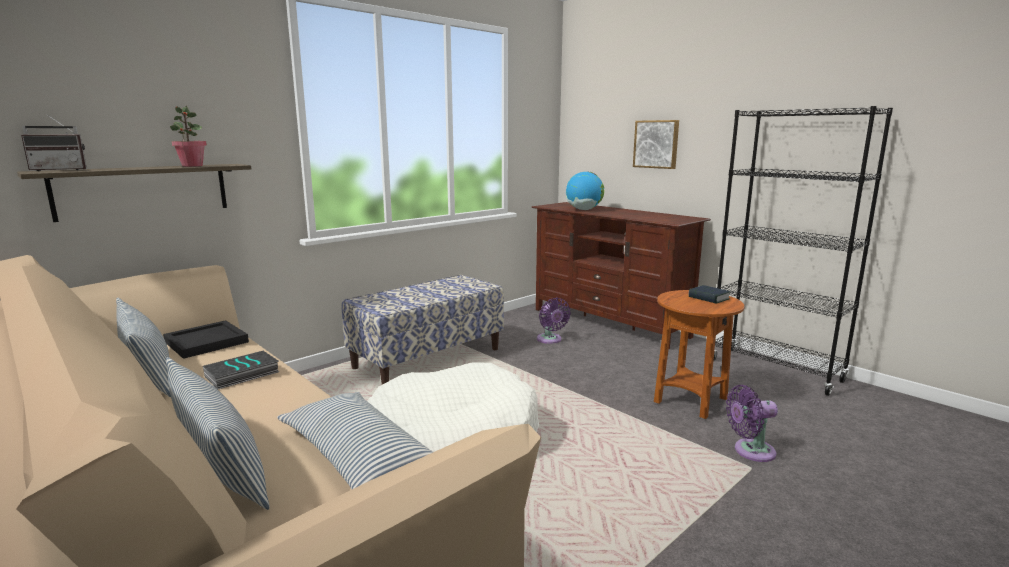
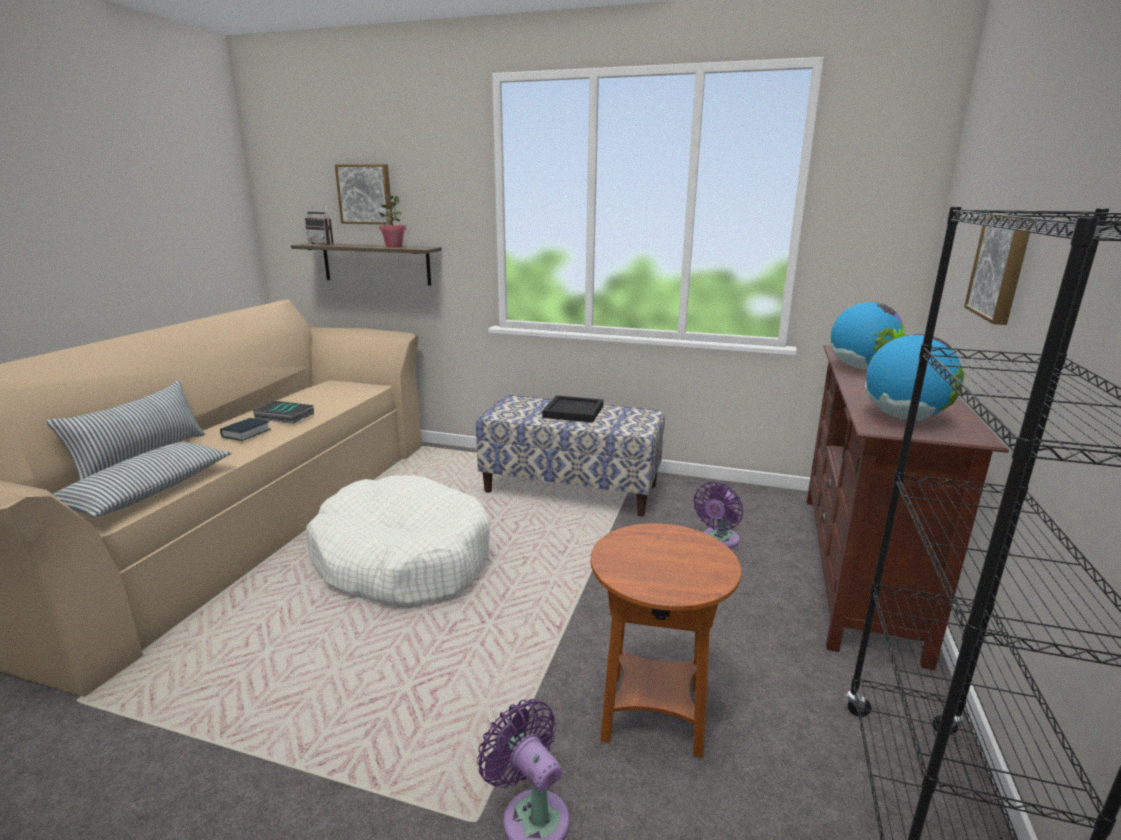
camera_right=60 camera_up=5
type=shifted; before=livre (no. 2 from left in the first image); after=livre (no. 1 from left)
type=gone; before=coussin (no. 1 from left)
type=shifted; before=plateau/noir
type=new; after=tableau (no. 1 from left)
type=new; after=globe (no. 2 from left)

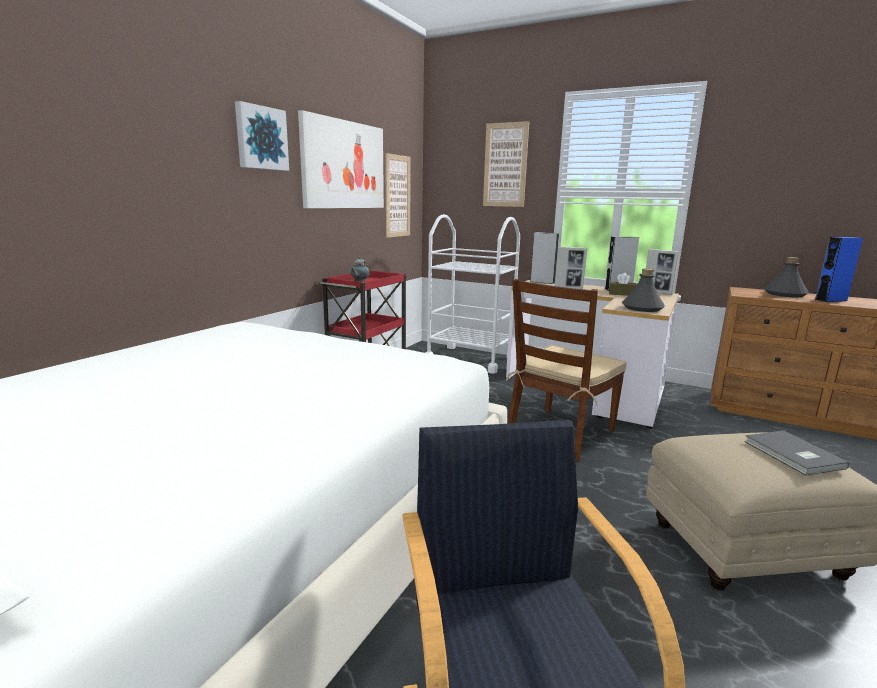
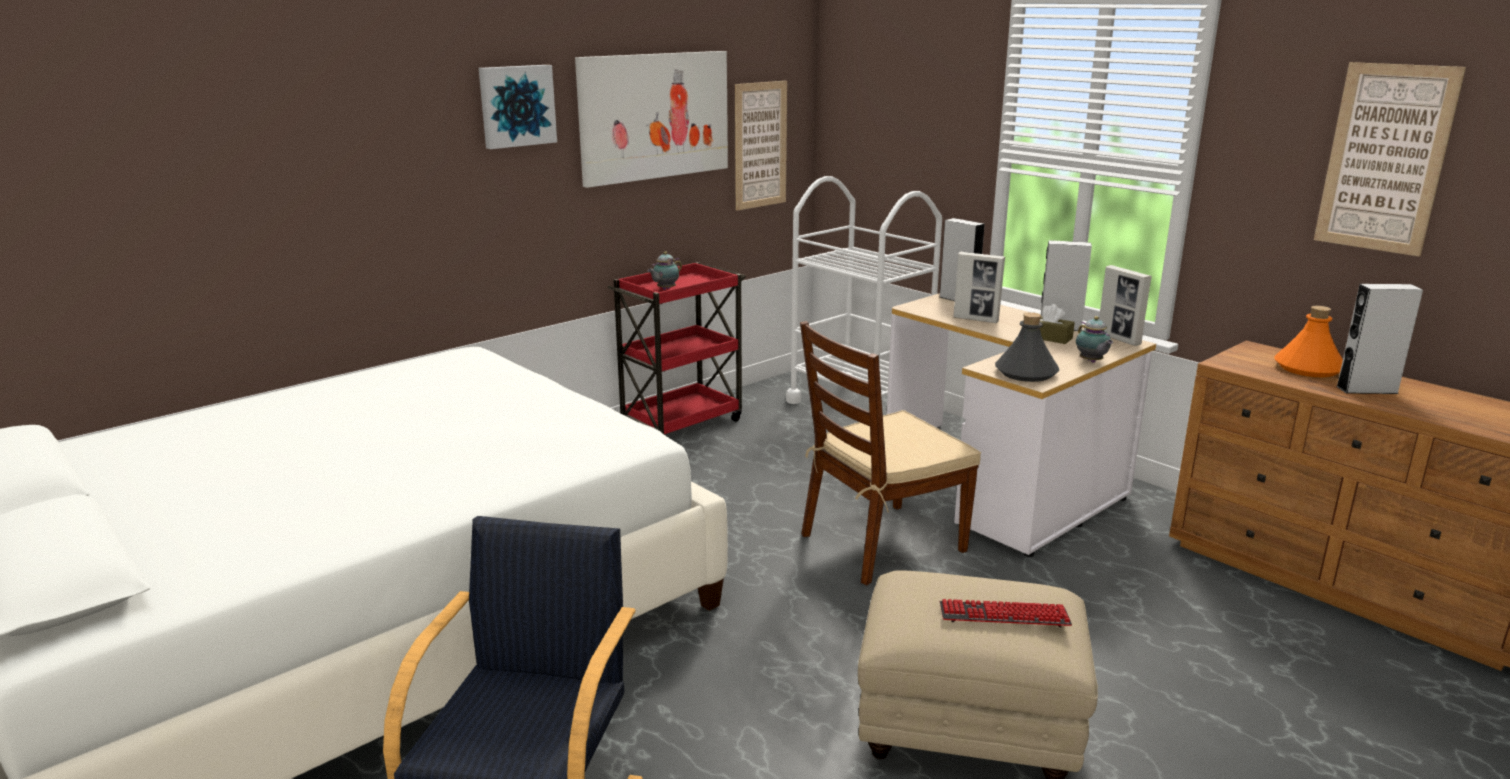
camera_right=20 camera_up=5
type=shifted; before=tableau (no. 4 from left)
type=repainted; before=enceinte/bleu; after=enceinte/gris (no. 3 from left)
type=repainted; before=bouteille/gris (no. 2 from left); after=bouteille/orange
type=swapped; before=livre/gris; after=clavier
type=new; after=théière (no. 2 from left)

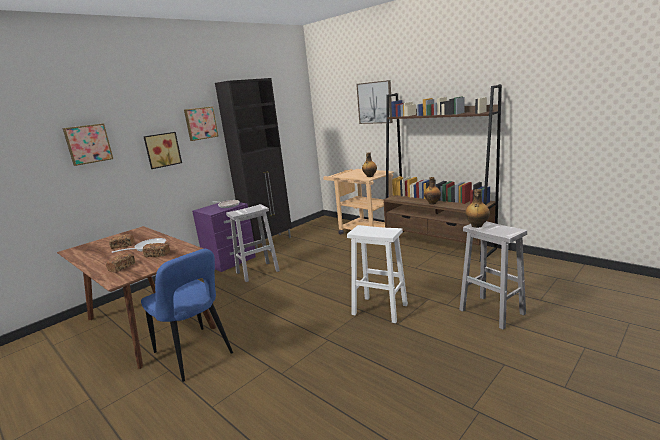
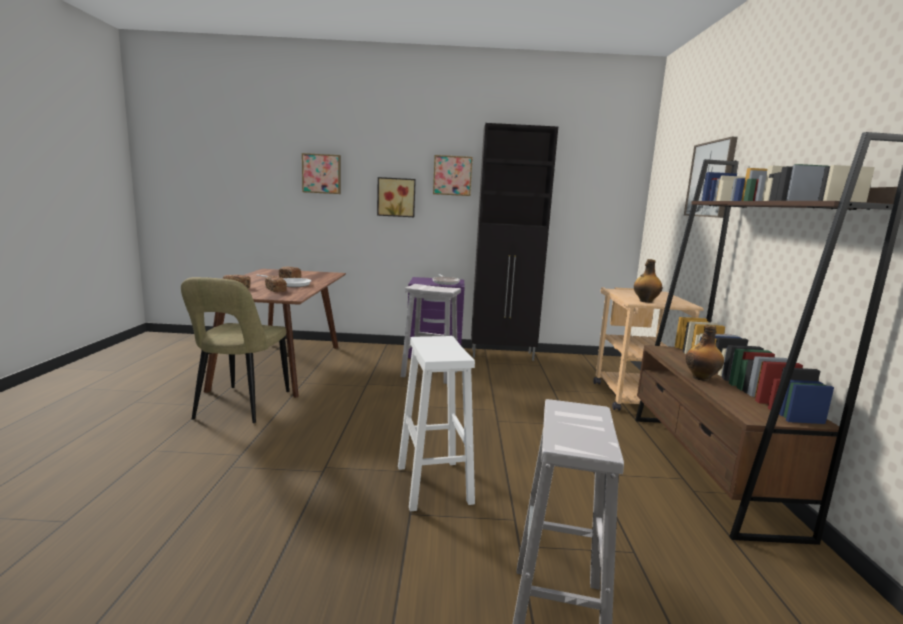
camera_right=45 camera_up=-5
type=gone; before=bouteille (no. 3 from left)
type=repainted; before=chaise/bleu; after=chaise/beige

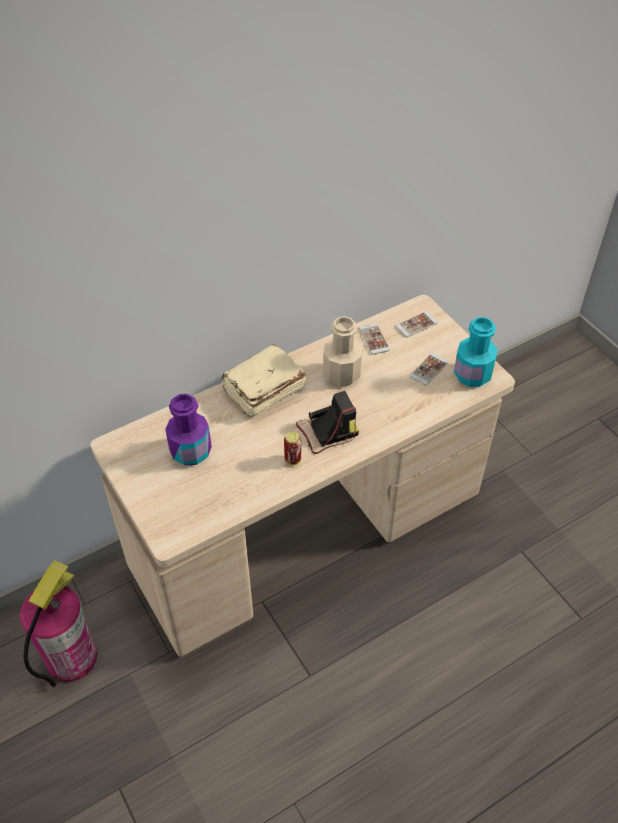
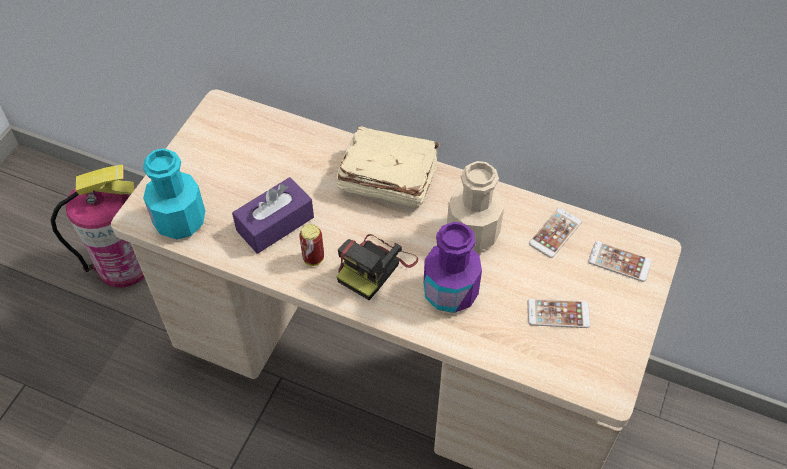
camera_right=55 camera_up=5
type=shifted; before=bouteille/turquoise
type=rotated; before=appareil photo; turn=90
type=shifted; before=bouteille/violet
type=new; after=boîte à mouchoirs/violet

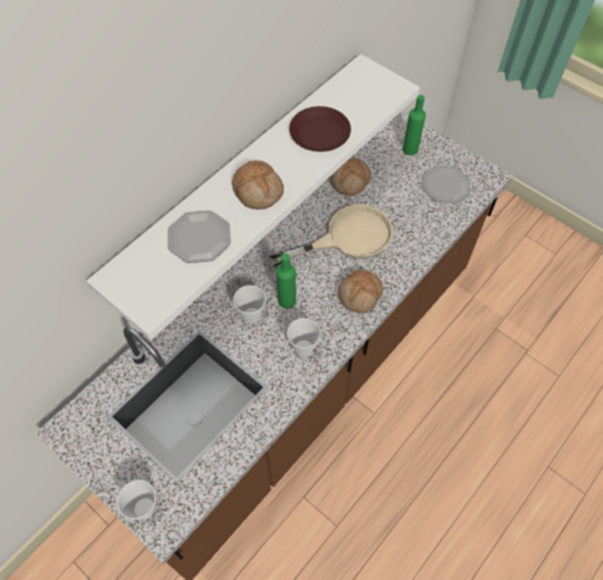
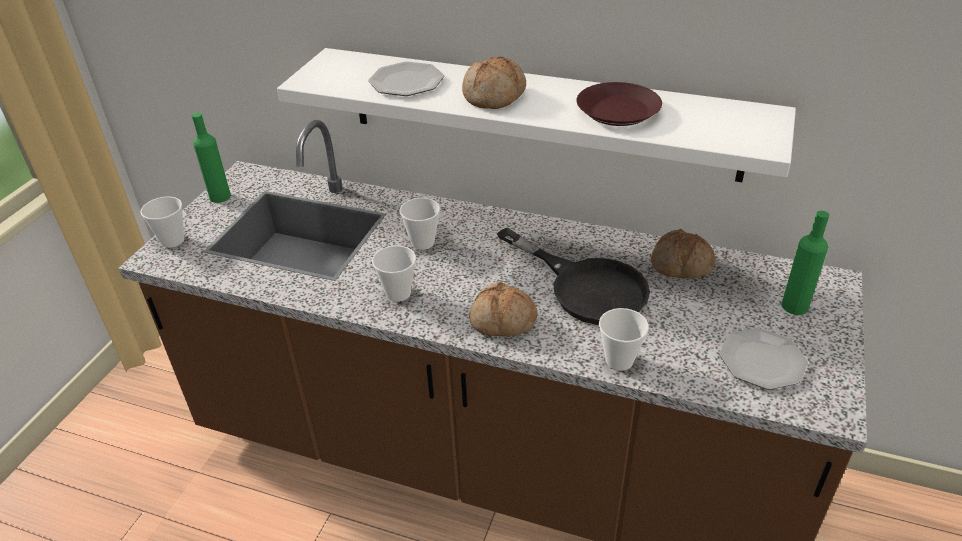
camera_right=70 camera_up=-20
type=repainted; before=poêle/beige; after=poêle/noir
type=shifted; before=bouteille/vert (no. 1 from left)
type=new; after=tasse (no. 4 from left)

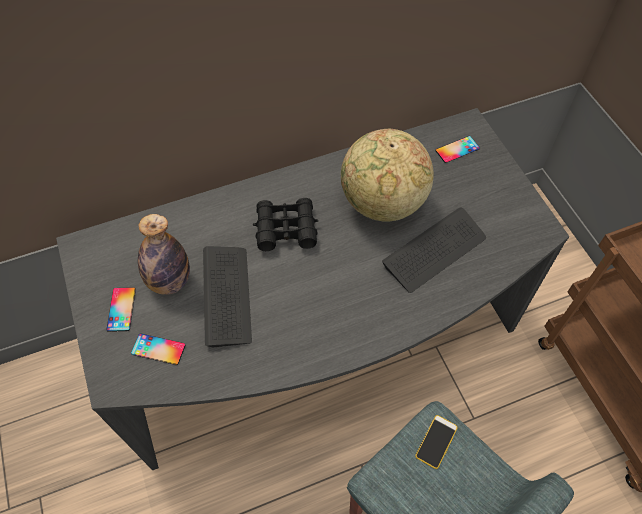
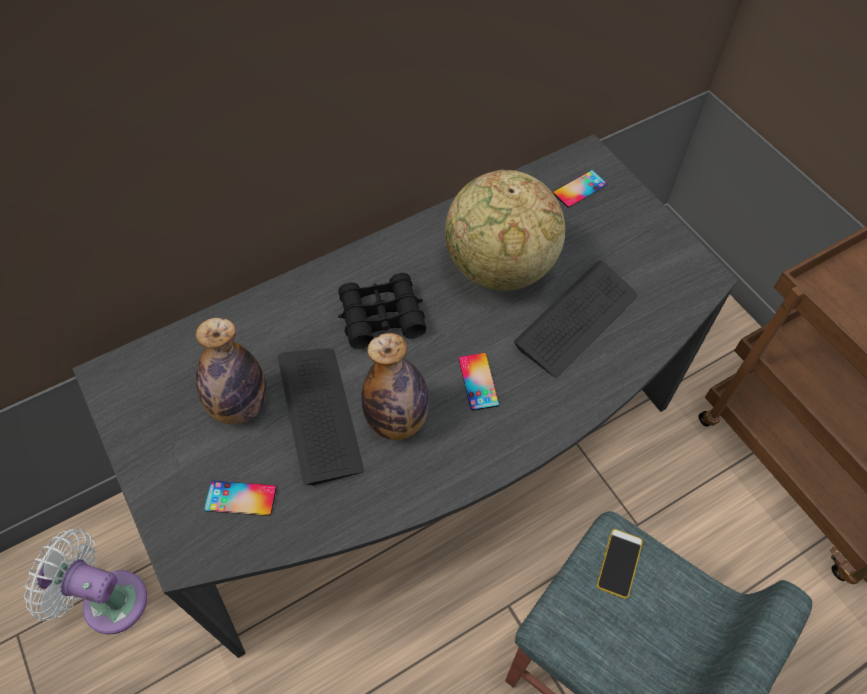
camera_right=-10 camera_up=0
type=shifted; before=téléphone (no. 1 from left in the first image); after=téléphone (no. 2 from left)
type=new; after=bouteille (no. 2 from left)
type=new; after=ventilateur/blanc

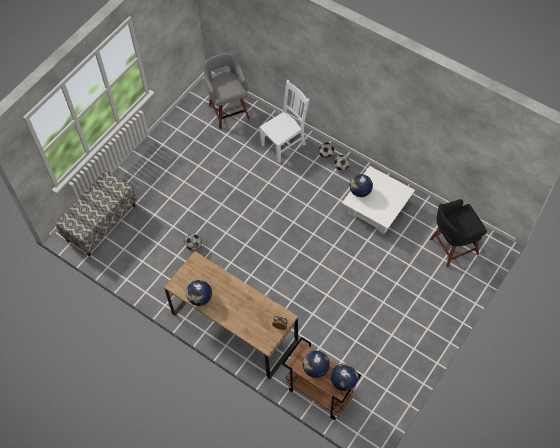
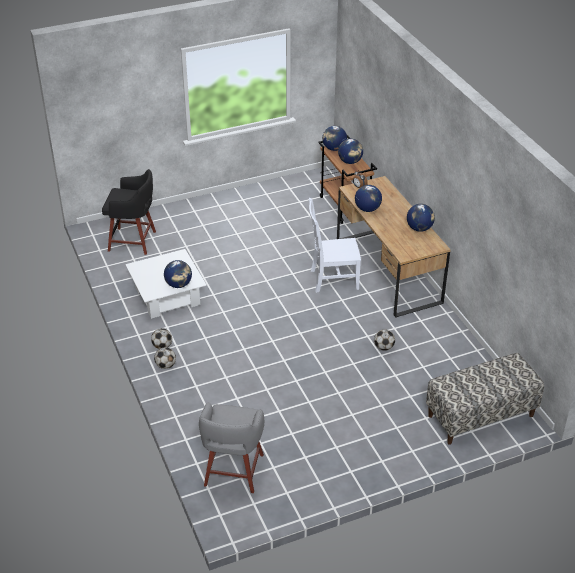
camera_right=-150 camera_up=-20
type=shifted; before=chaise/blanc
type=new; after=globe (no. 4 from left)

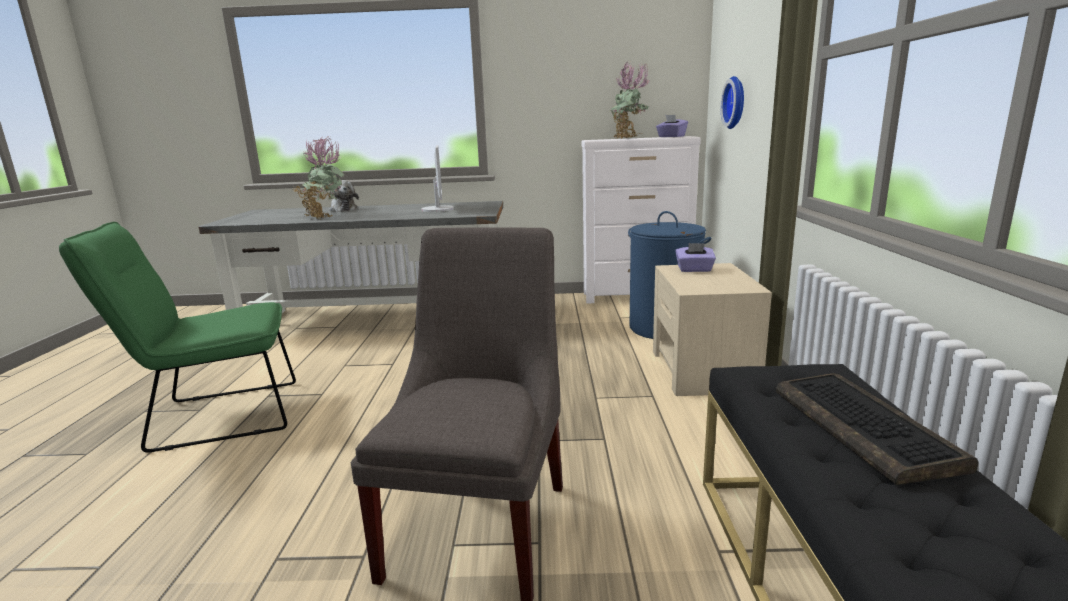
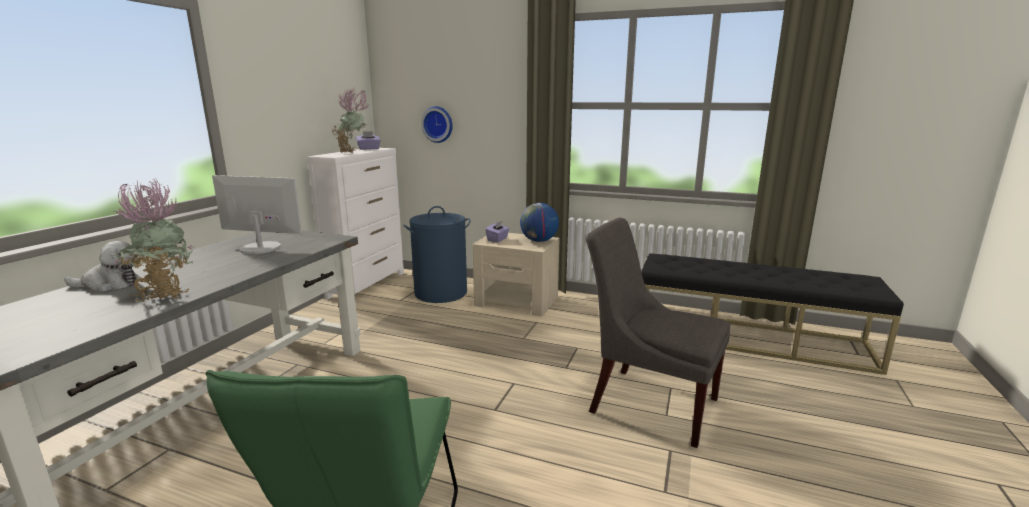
camera_right=-70 camera_up=0
type=gone; before=clavier
type=new; after=globe

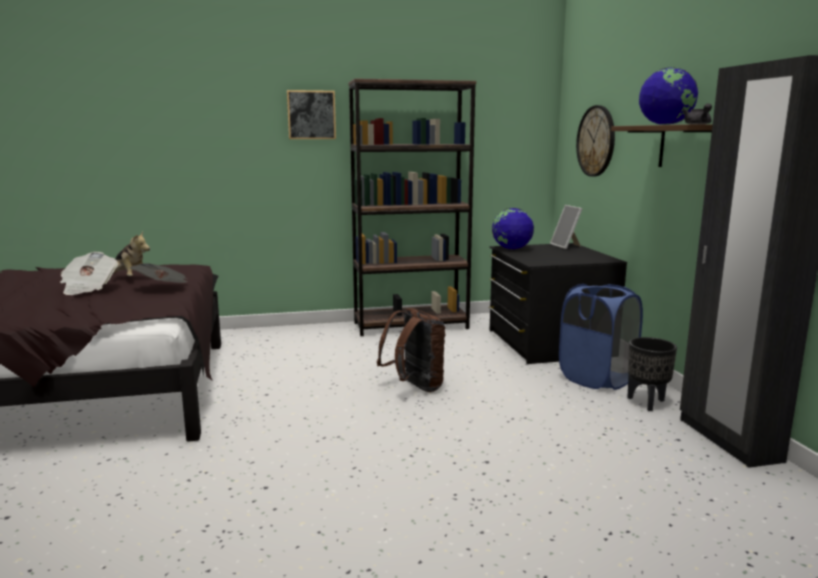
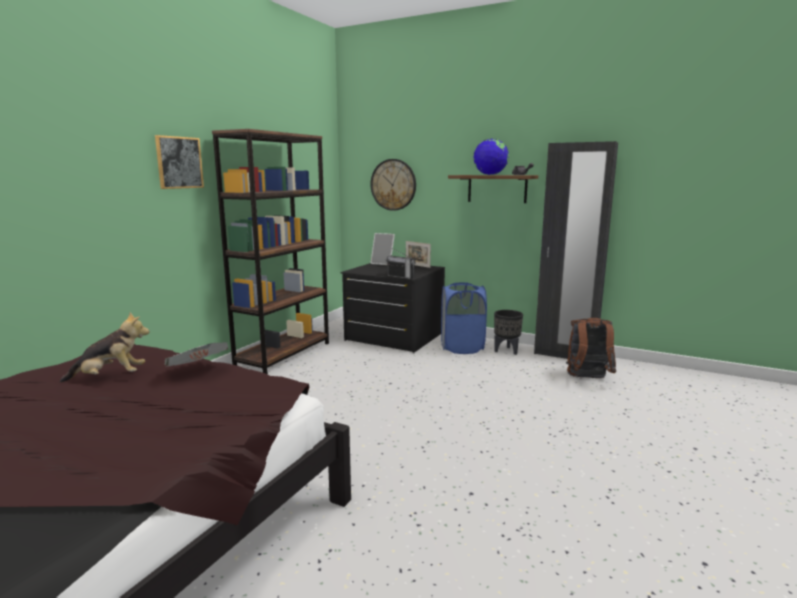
camera_right=-50 camera_up=0
type=gone; before=globe (no. 1 from left)
type=gone; before=journal (no. 1 from left)
type=shifted; before=sac à dos/marron
type=new; after=cadre photo (no. 2 from left)
type=new; after=radio

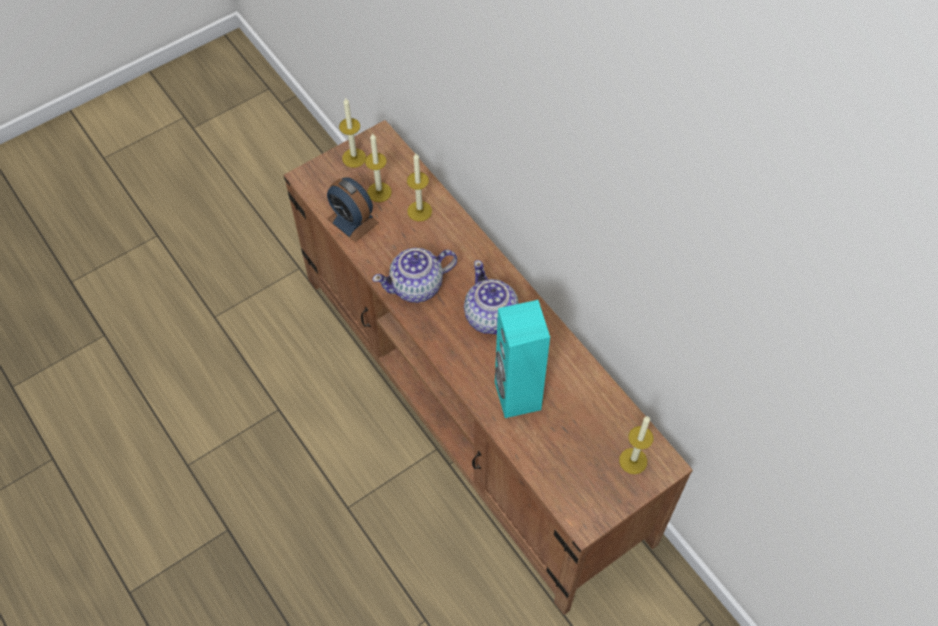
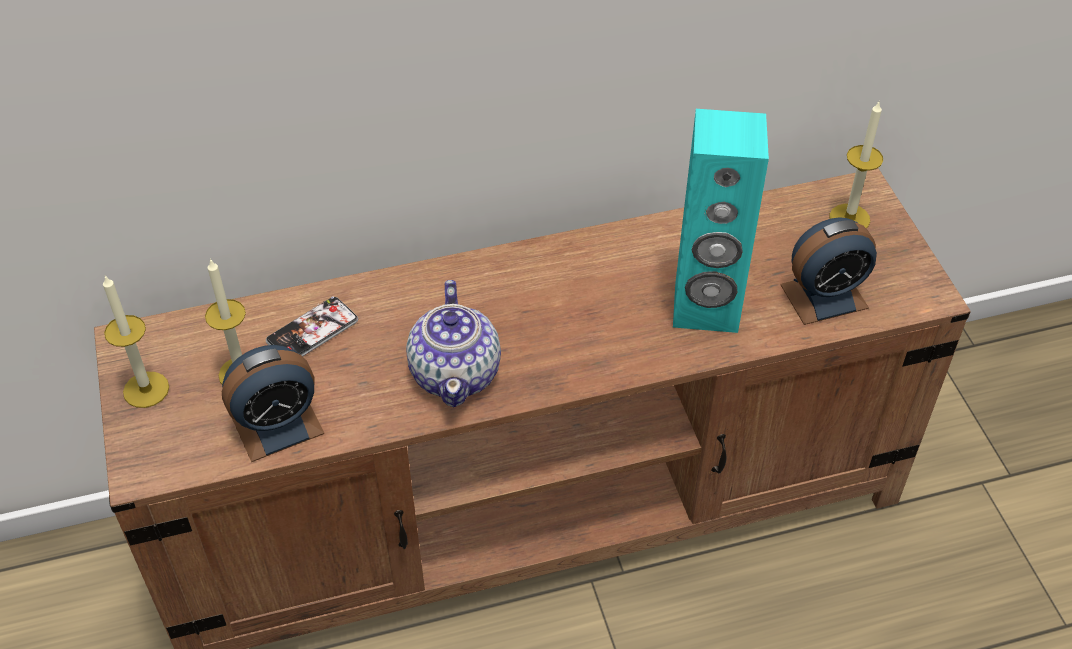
camera_right=-70 camera_up=-10
type=swapped; before=bougie (no. 3 from left); after=téléphone
type=gone; before=théière (no. 2 from left)
type=new; after=réveil (no. 2 from left)

